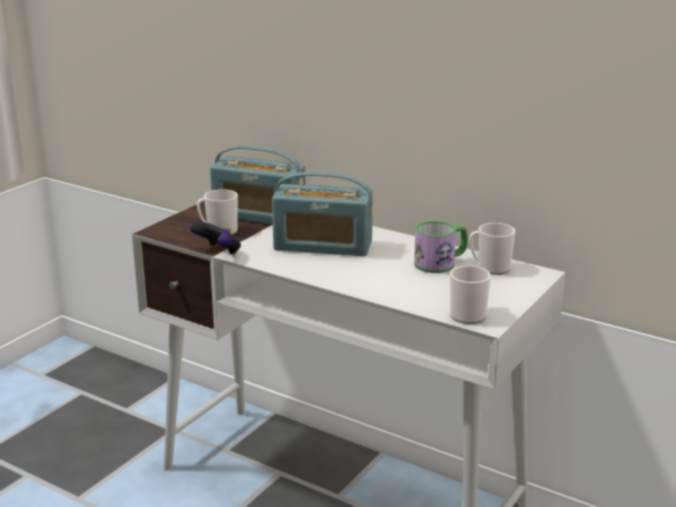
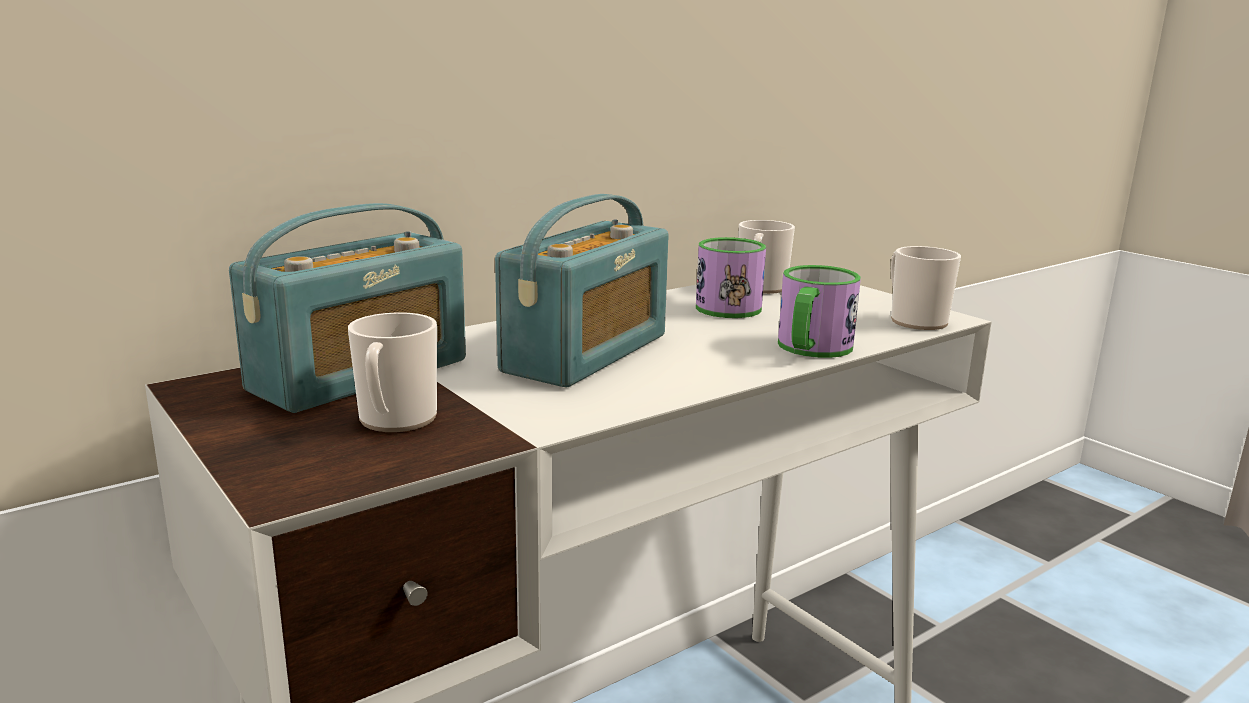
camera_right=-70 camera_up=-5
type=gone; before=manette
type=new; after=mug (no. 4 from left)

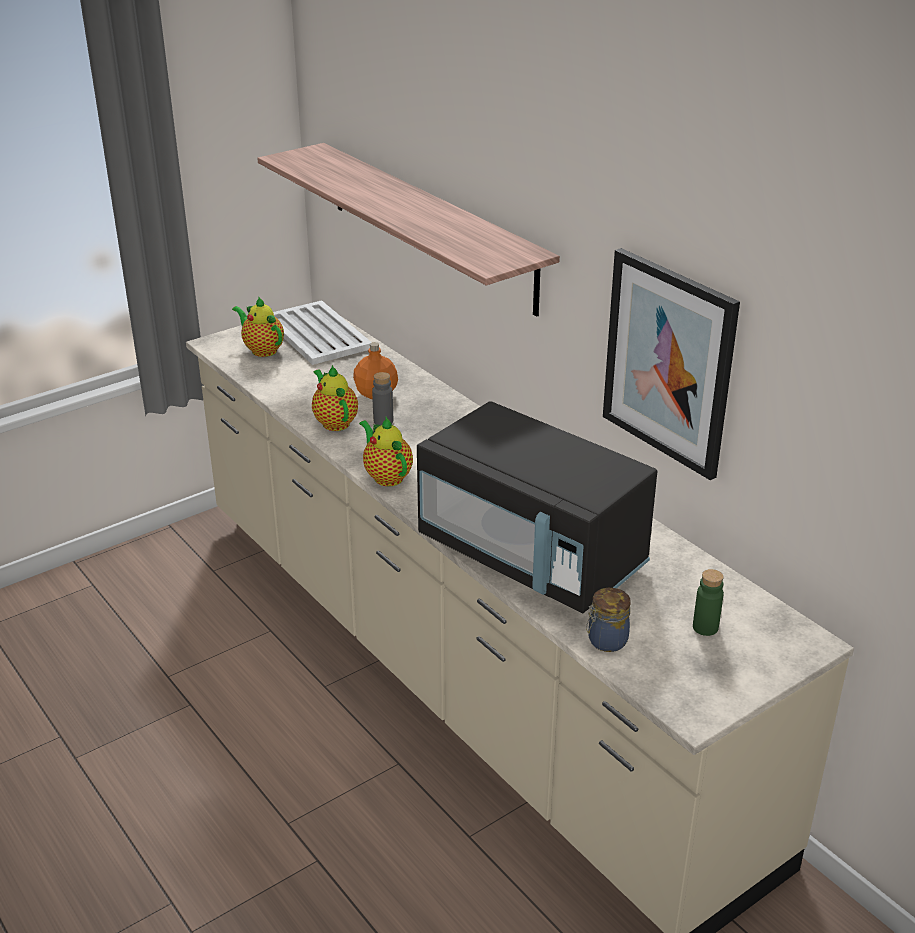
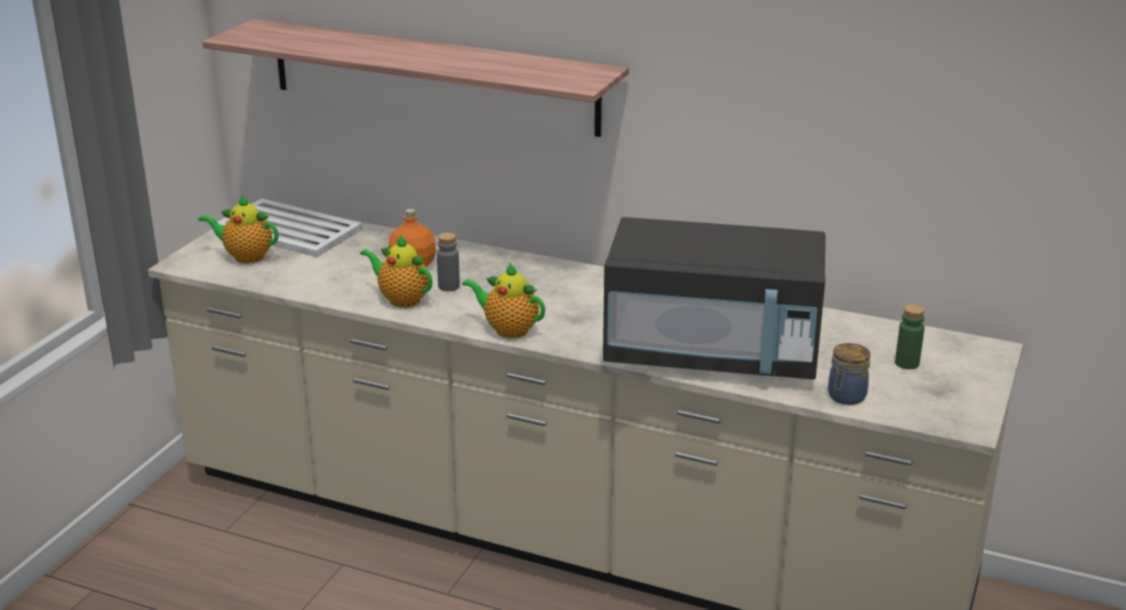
camera_right=-30 camera_up=-5
type=gone; before=tableau

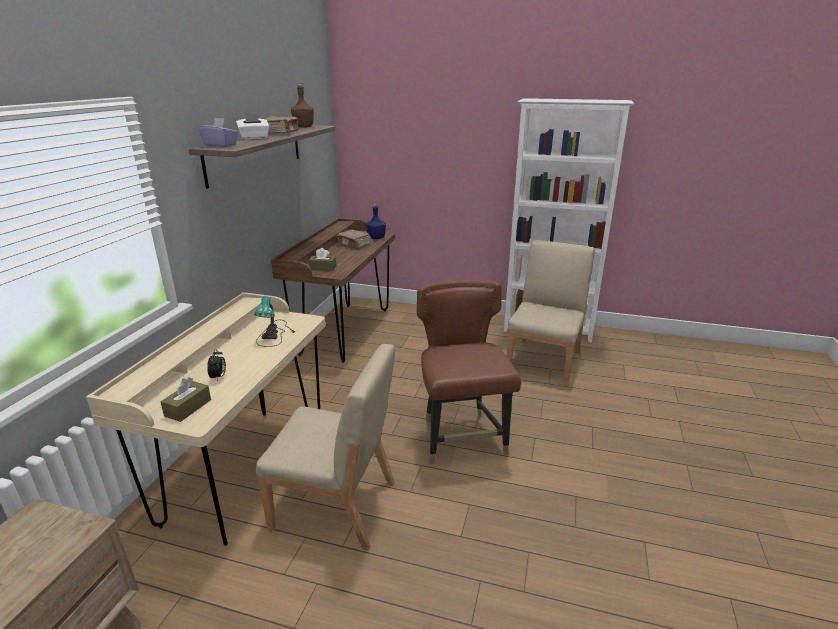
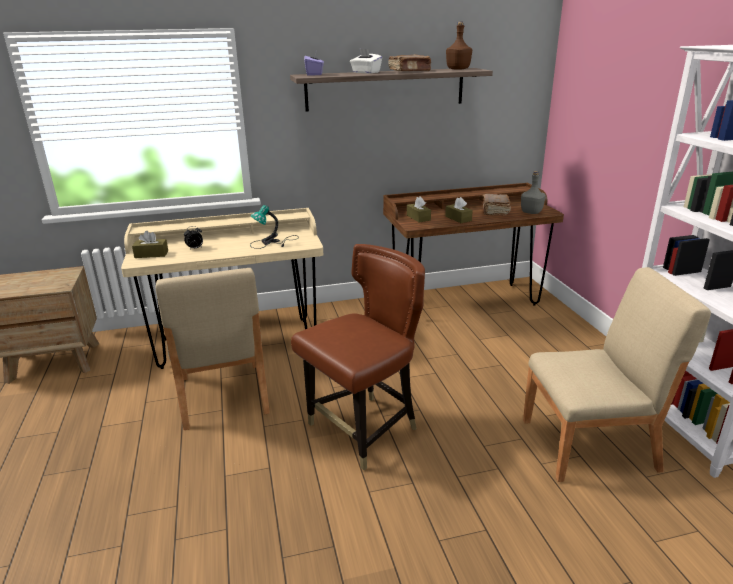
camera_right=60 camera_up=0
type=repainted; before=bouteille/bleu; after=bouteille/gris
type=new; after=boîte à mouchoirs/marron (no. 3 from left)

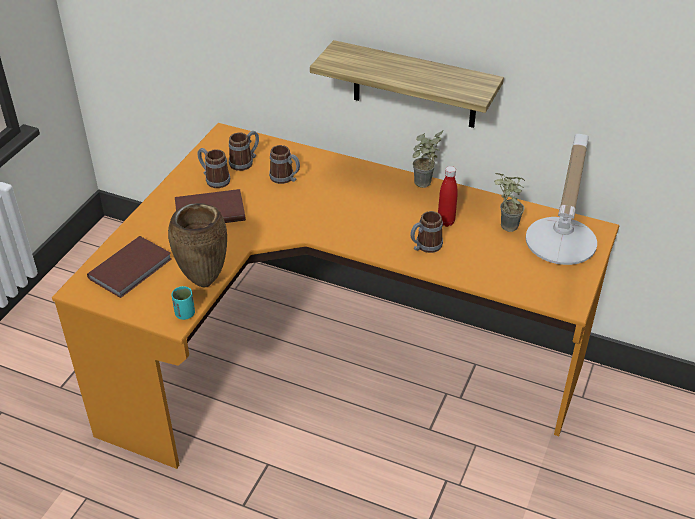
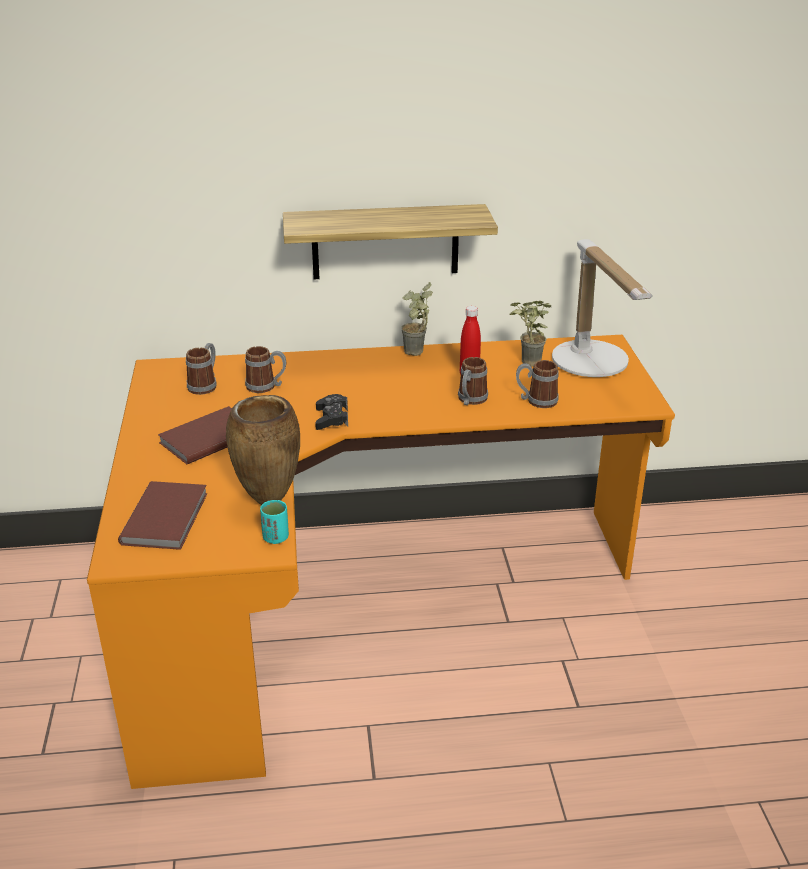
camera_right=-30 camera_up=-10
type=shifted; before=mug (no. 1 from left in the first image); after=mug (no. 4 from left)
type=new; after=manette/noir

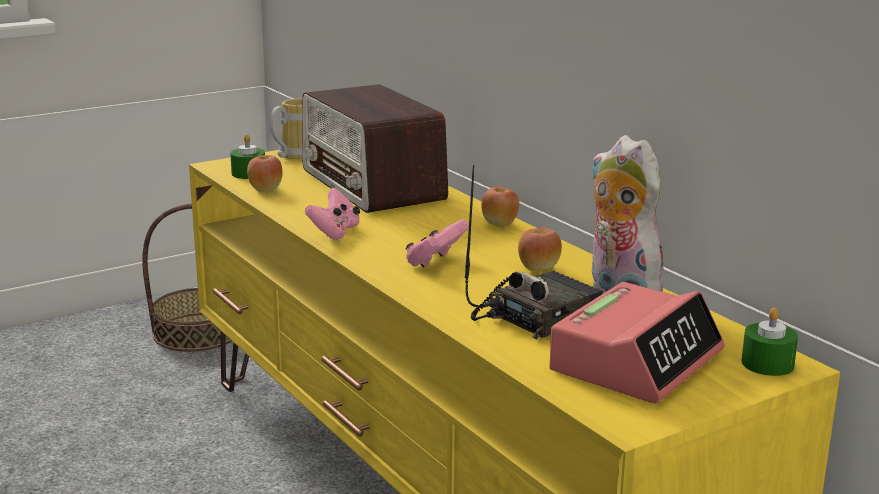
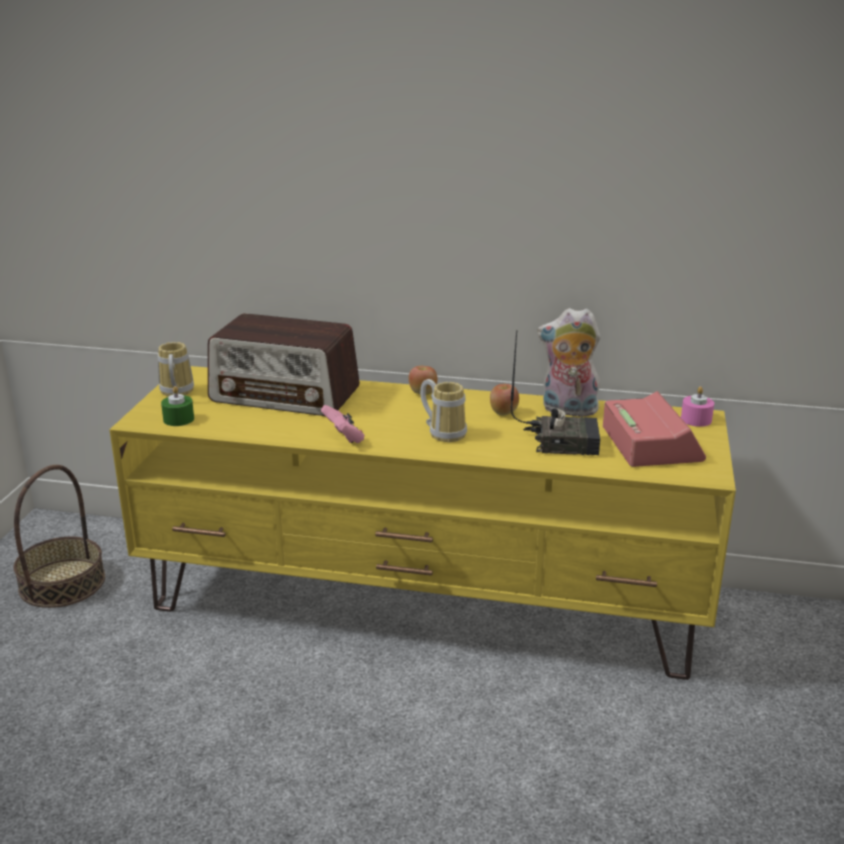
camera_right=-45 camera_up=5
type=gone; before=pomme (no. 1 from left)
type=rotated; before=radio (no. 2 from left); turn=90
type=swapped; before=manette/rose (no. 2 from left); after=mug (no. 2 from left)
type=repainted; before=bougie/vert (no. 2 from left); after=bougie/rose

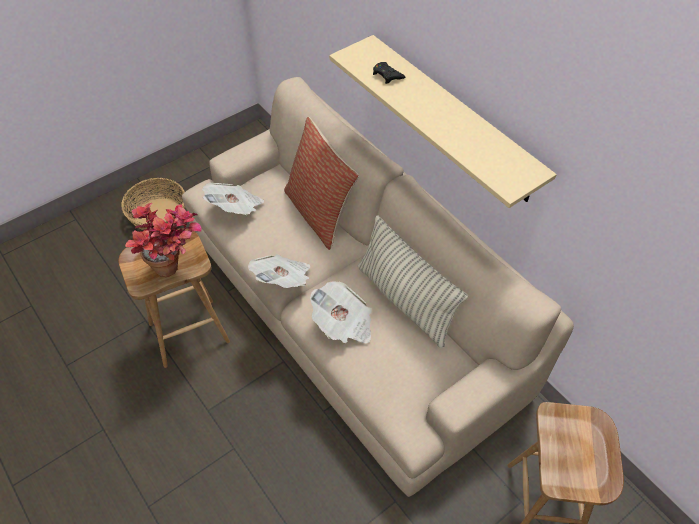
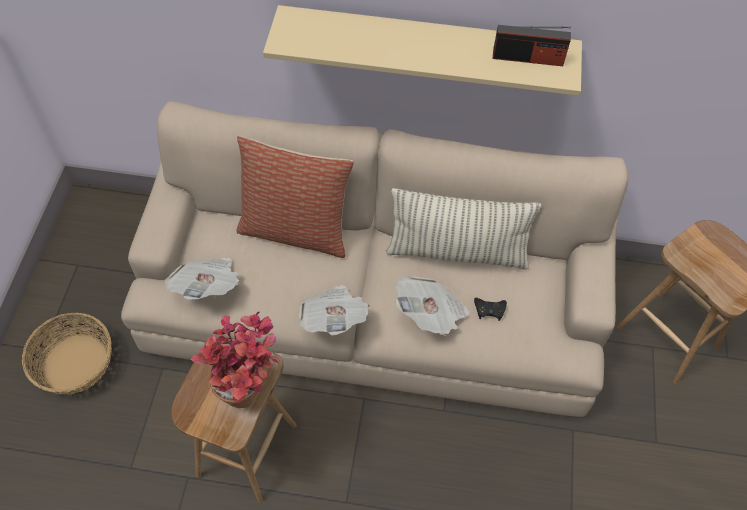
camera_right=-45 camera_up=5
type=shifted; before=manette/noir
type=new; after=radio

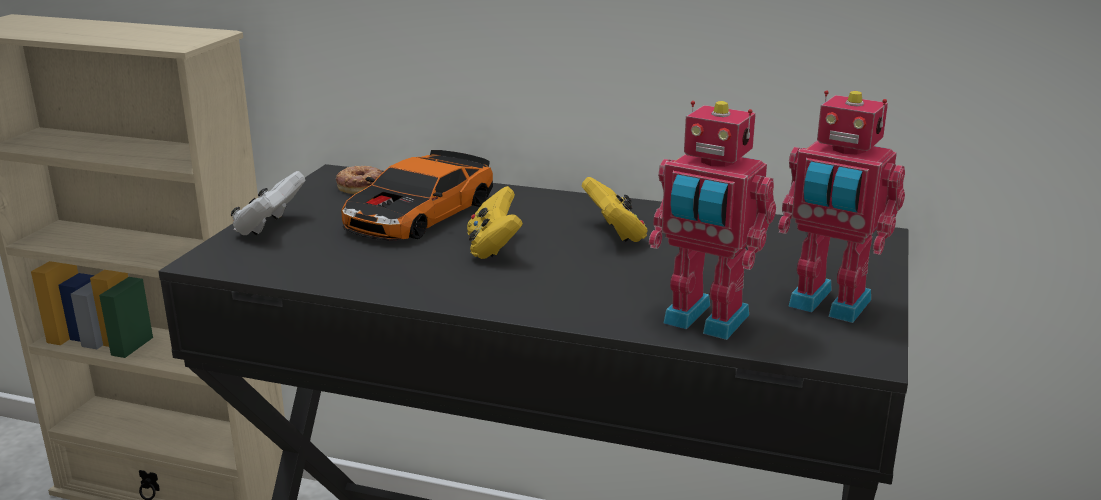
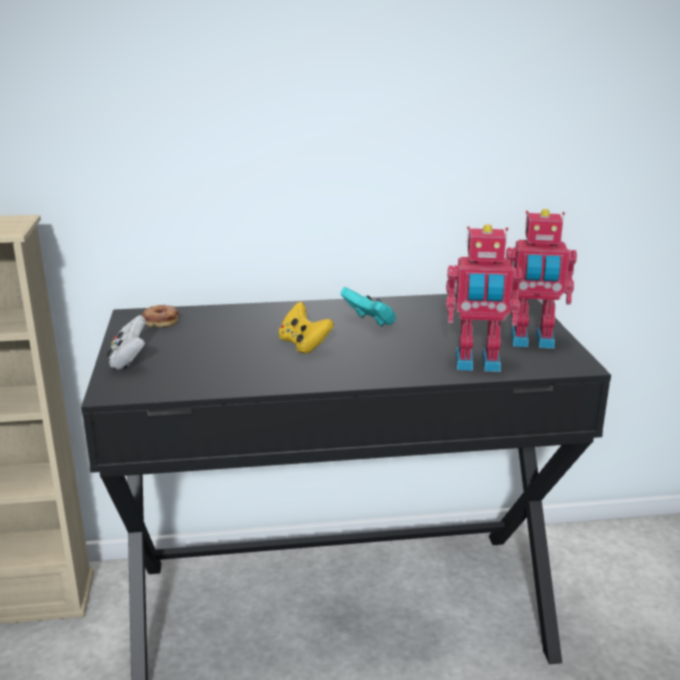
camera_right=-25 camera_up=0
type=gone; before=petite voiture
type=repainted; before=manette/jaune (no. 2 from left); after=manette/turquoise

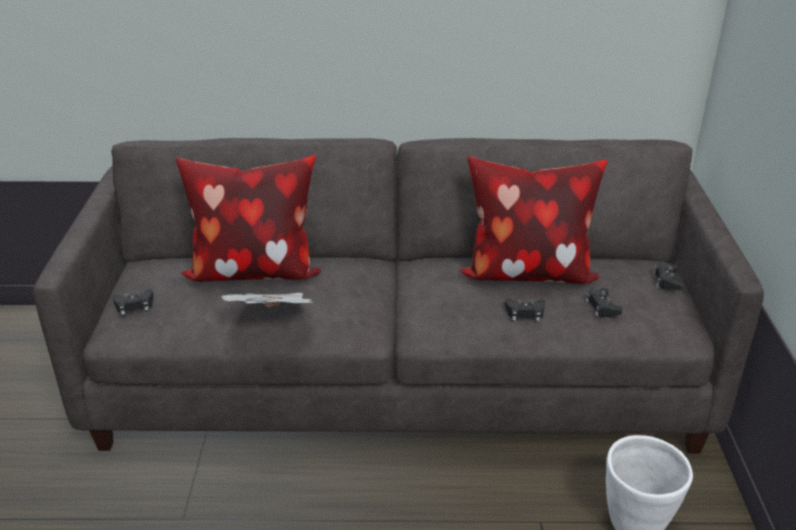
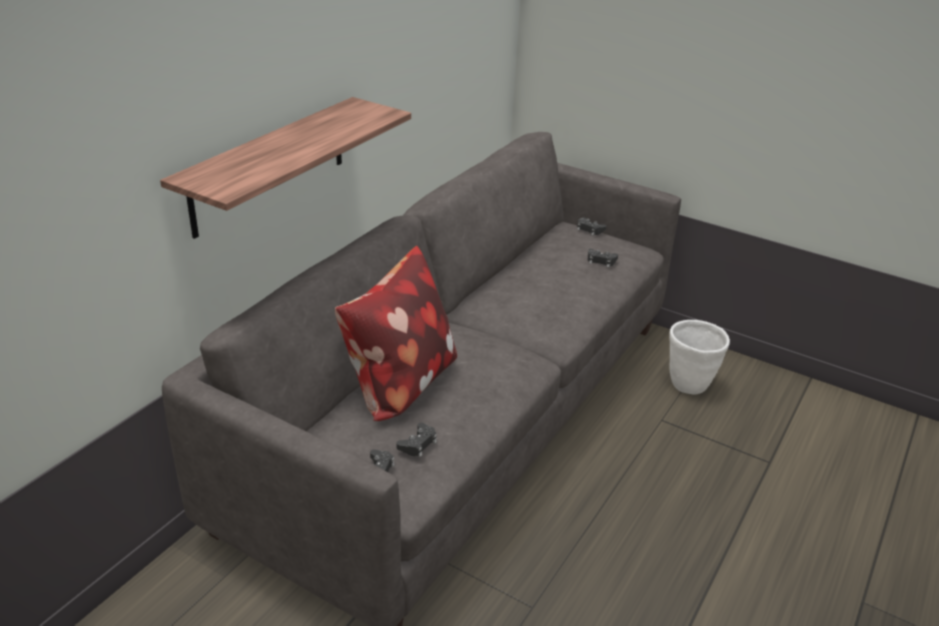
camera_right=-60 camera_up=0
type=gone; before=coussin (no. 2 from left)
type=gone; before=journal
type=shifted; before=manette/noir (no. 2 from left)
type=new; after=étagère

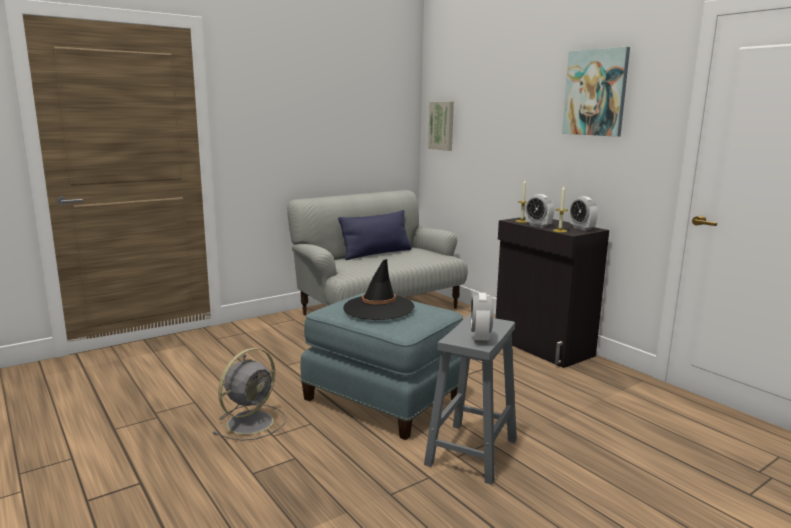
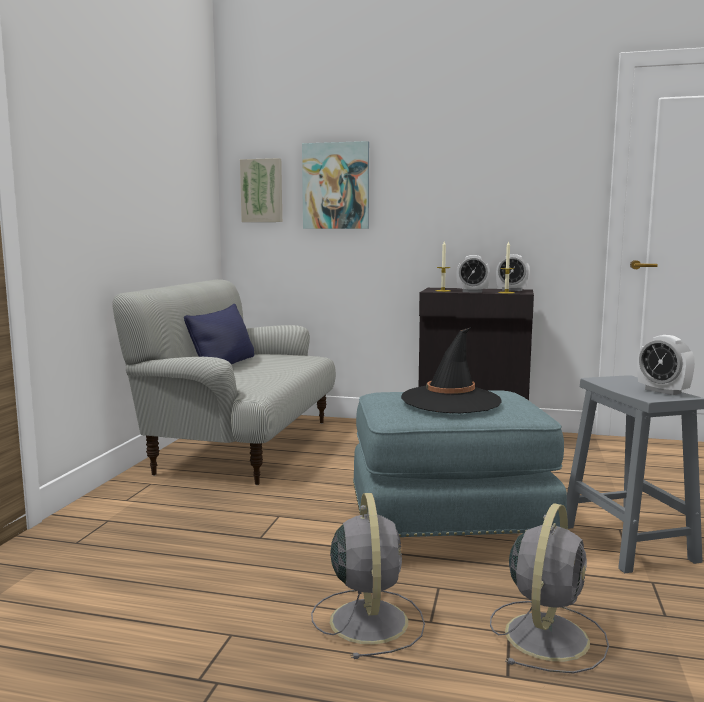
camera_right=-40 camera_up=-5
type=shifted; before=tableau (no. 2 from left)
type=new; after=ventilateur/gris (no. 2 from left)

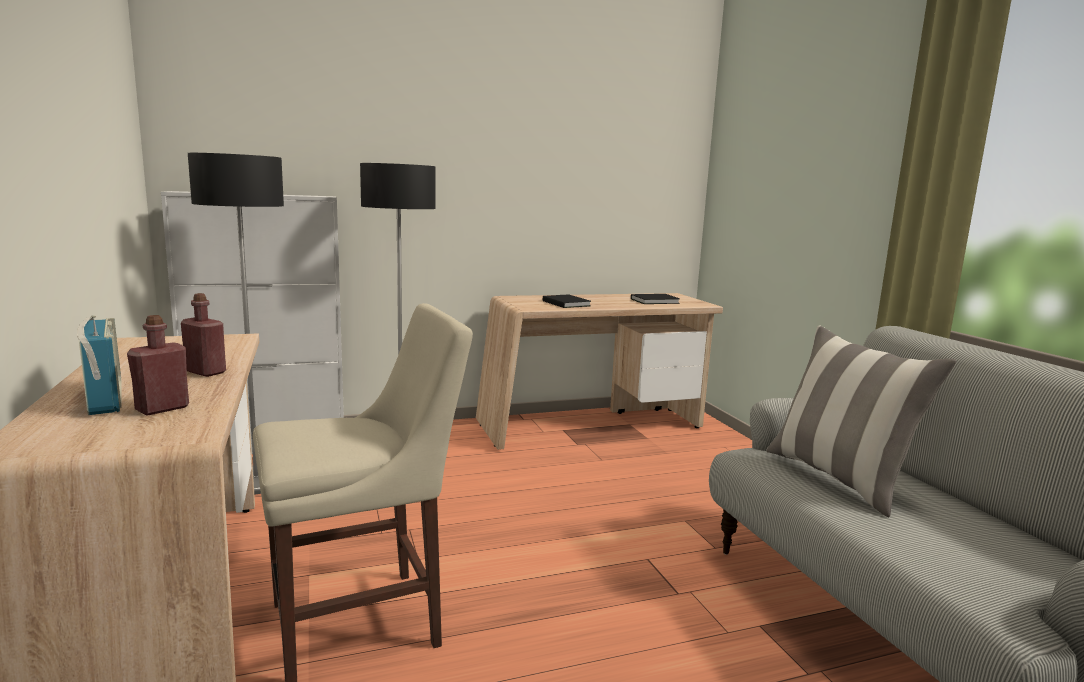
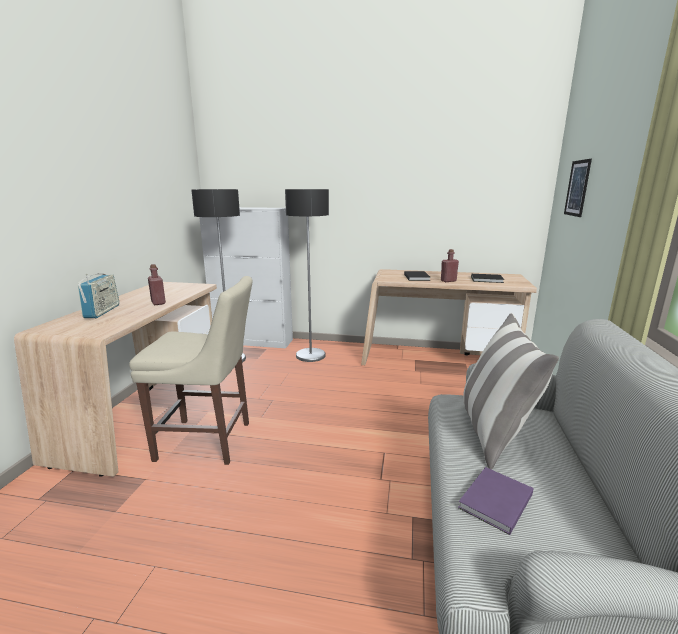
camera_right=30 camera_up=5
type=shifted; before=bouteille/rouge (no. 1 from left in the first image); after=bouteille/rouge (no. 2 from left)
type=new; after=tableau
type=new; after=livre/violet

